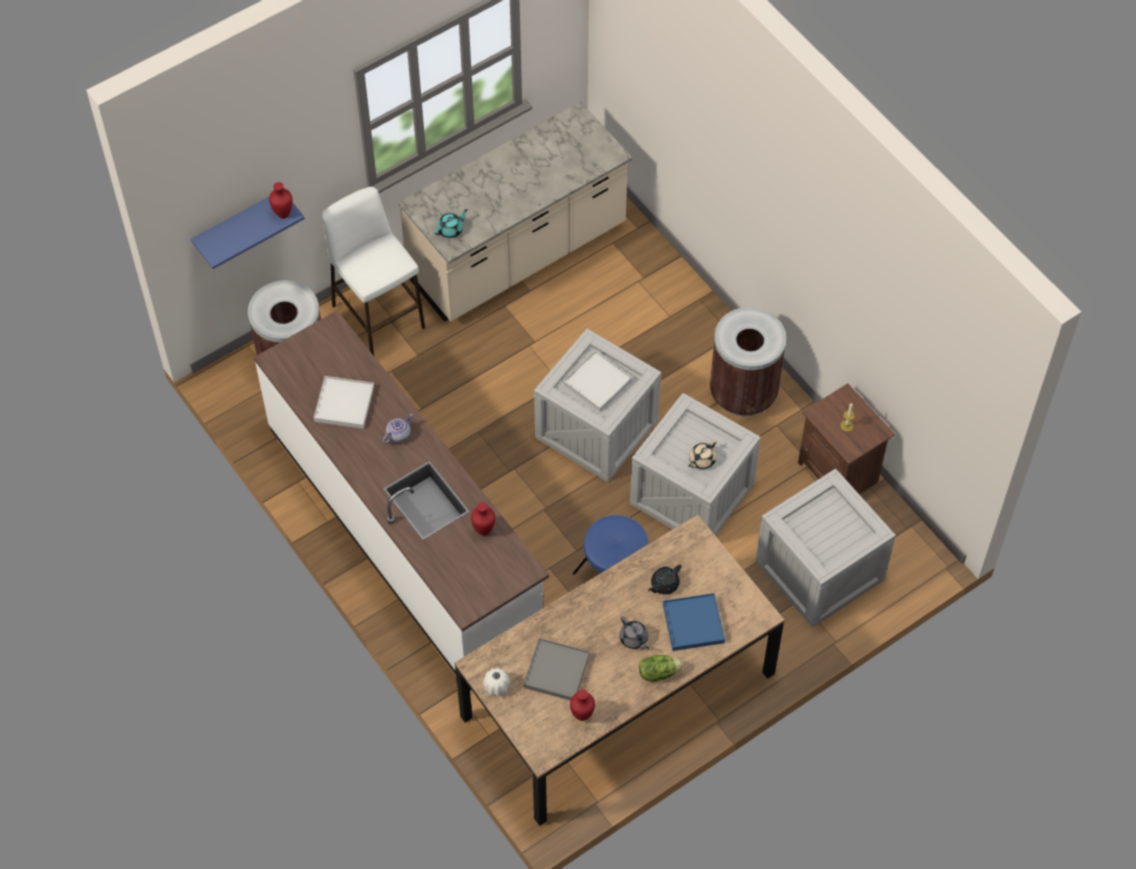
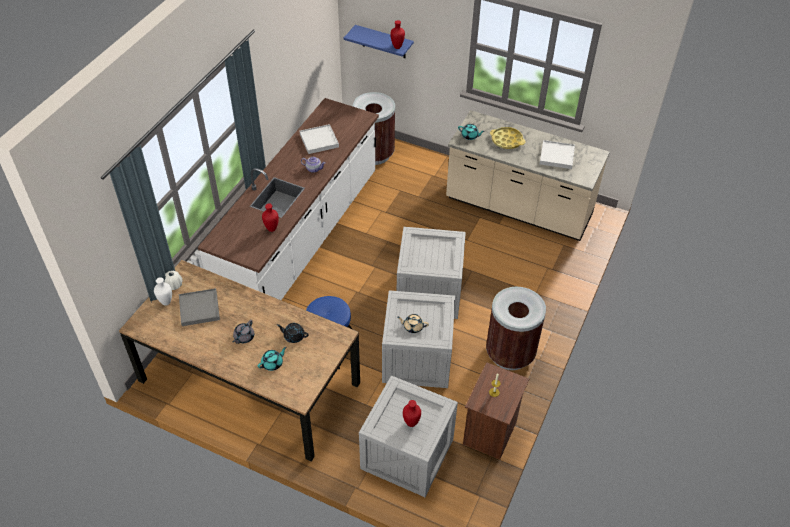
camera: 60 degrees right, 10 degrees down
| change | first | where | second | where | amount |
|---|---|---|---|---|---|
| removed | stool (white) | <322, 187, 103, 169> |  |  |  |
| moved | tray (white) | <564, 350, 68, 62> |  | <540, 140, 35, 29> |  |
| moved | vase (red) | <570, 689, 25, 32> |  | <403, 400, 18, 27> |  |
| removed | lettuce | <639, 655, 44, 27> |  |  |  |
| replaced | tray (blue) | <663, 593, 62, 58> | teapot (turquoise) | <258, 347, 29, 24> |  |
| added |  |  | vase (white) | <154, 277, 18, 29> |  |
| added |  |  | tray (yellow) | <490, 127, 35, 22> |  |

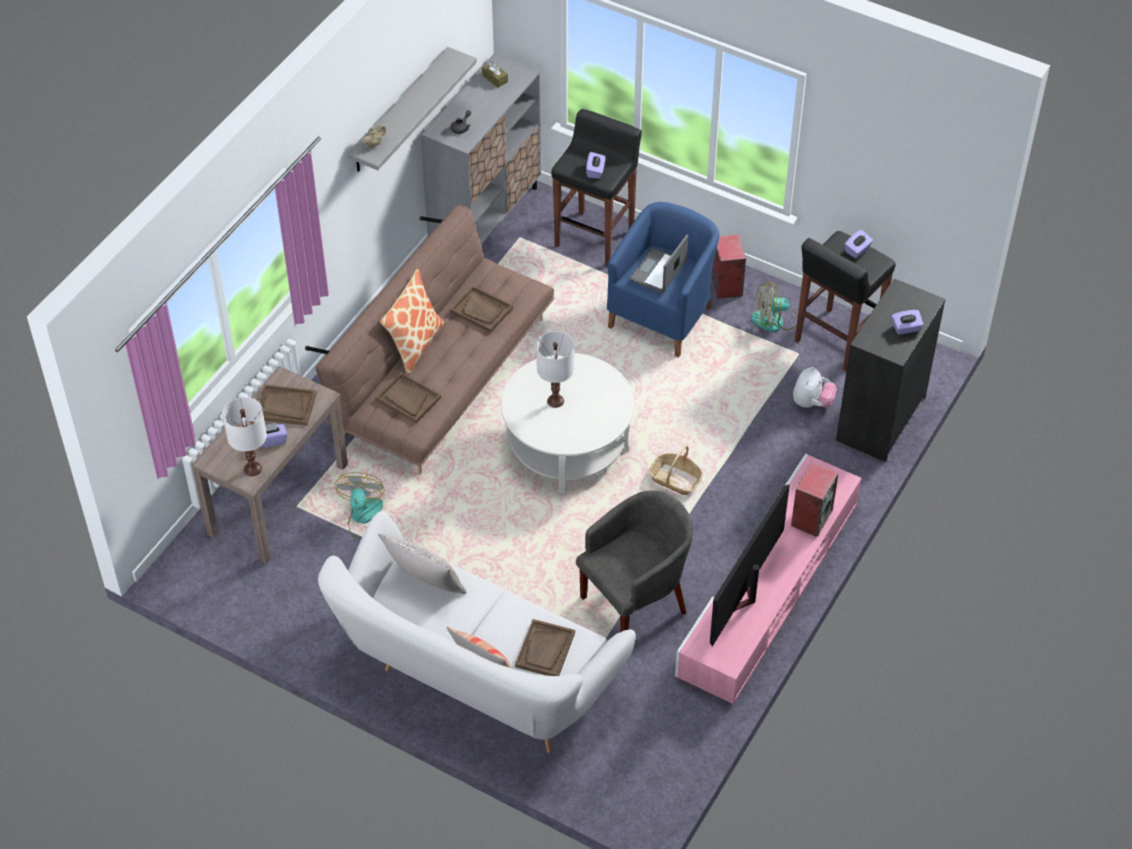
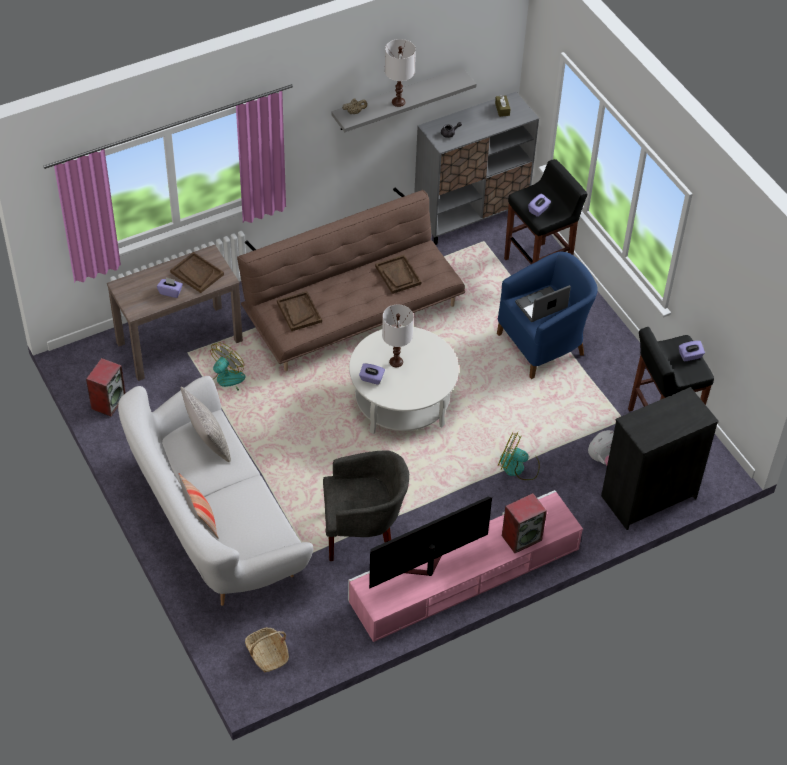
camera: 30 degrees right, 0 degrees up
| change | first | where | second | where | amount |
|---|---|---|---|---|---|
| moved | table lamp (white) | <223, 397, 44, 79> |  | <385, 39, 31, 68> |  |
| removed | pillow | <380, 269, 64, 106> |  |  |  |
| removed | tray (brown) | <515, 619, 60, 57> |  |  |  |
| moved | basket | <649, 445, 54, 50> |  | <245, 627, 44, 45> |  |
| moved | speaker | <711, 234, 35, 65> |  | <86, 358, 40, 58> |  |
| moved | fan | <751, 281, 47, 51> |  | <498, 432, 42, 48> |  |
| moved | tissue box (purple) | <892, 310, 32, 25> |  | <359, 363, 26, 22> |  |

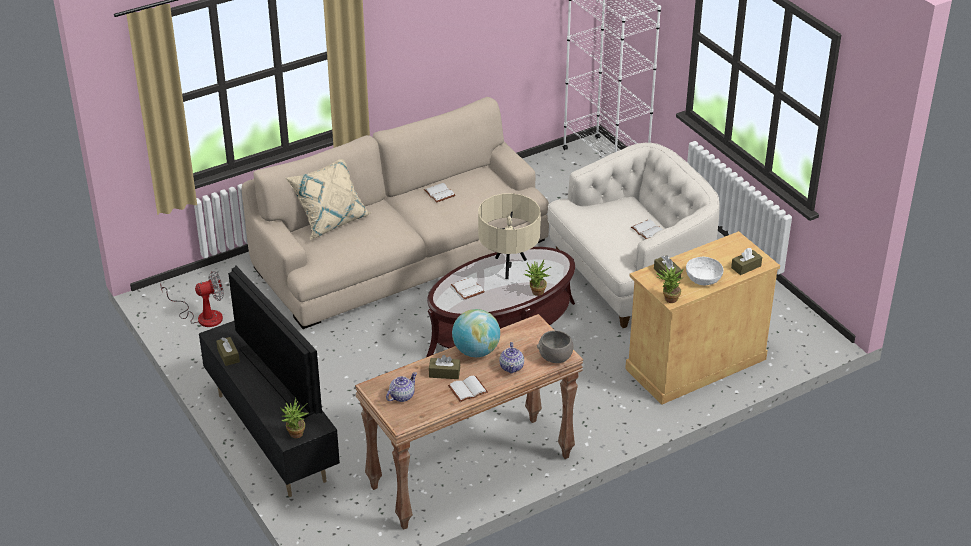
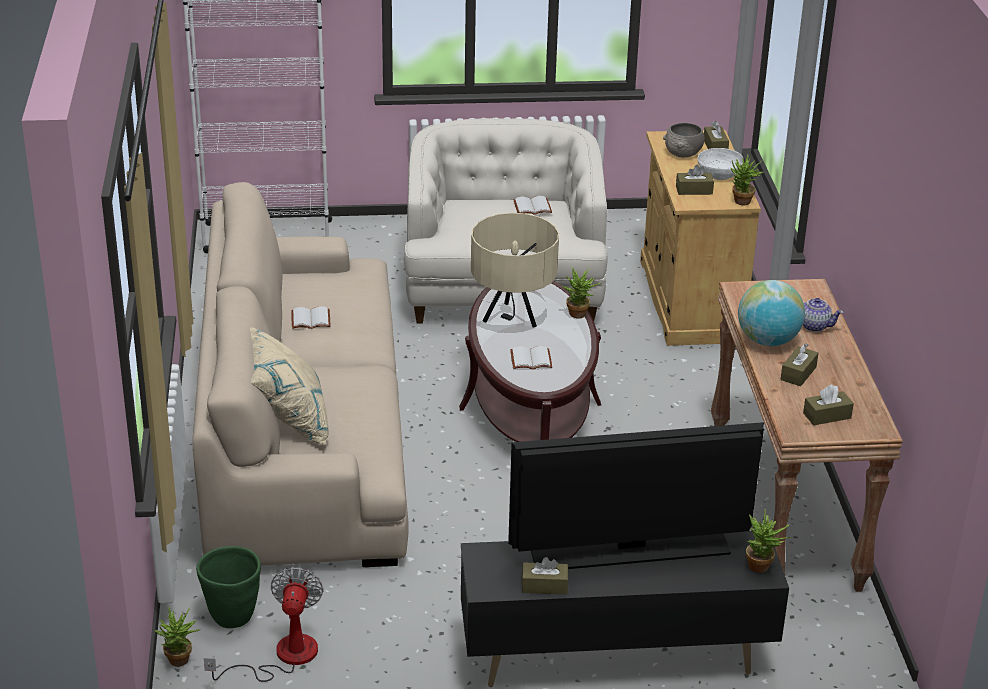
camera: 65 degrees left, 5 degrees down
| change | first | where | second | where | amount |
|---|---|---|---|---|---|
| replaced | teapot | <386, 372, 31, 30> | tissue box (brown) | <803, 385, 51, 41> |  |
| removed | book (white) | <448, 376, 40, 26> |  |  |  |
| moved | bowl (grey) | <537, 330, 36, 33> |  | <663, 123, 42, 34> |  |
| added |  |  | potted plant | <154, 607, 46, 60> |  |
| added |  |  | planter (green) | <196, 546, 65, 82> |  |

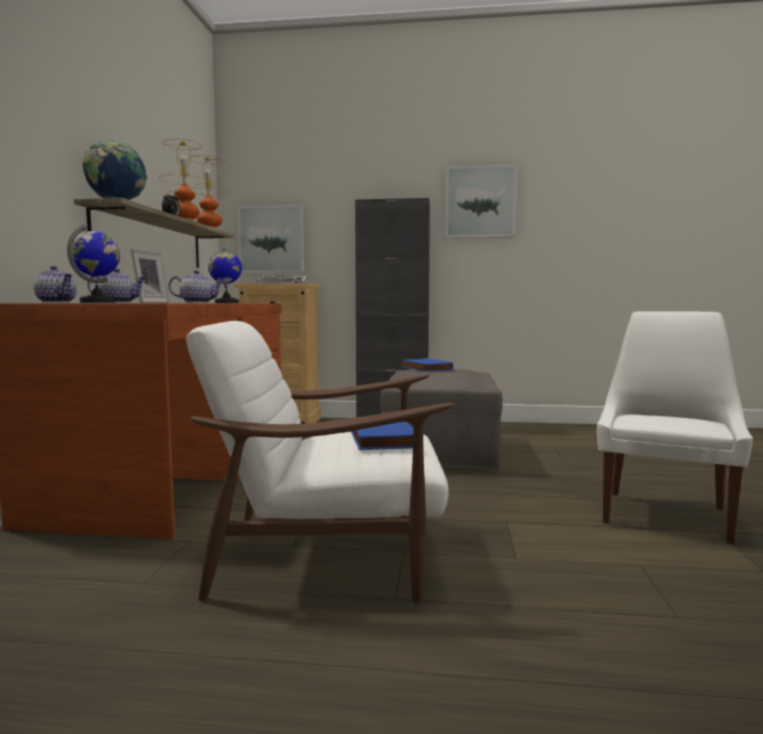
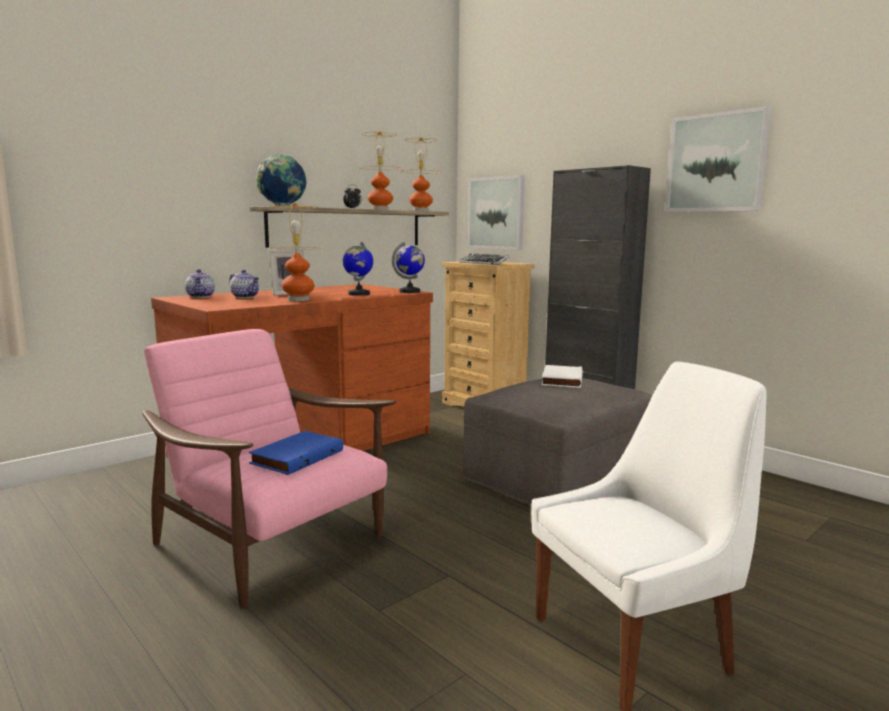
camera: 40 degrees right, 5 degrees up
| change | first | where | second | where | amount |
|---|---|---|---|---|---|
| moved | globe | <67, 224, 53, 79> |  | <392, 242, 33, 51> |  |
| replaced | teapot | <169, 270, 55, 33> | table lamp | <268, 203, 56, 98> |  |
| recoloured | armchair (white) | <186, 321, 268, 282> | armchair (pink) | <142, 329, 255, 279> |  |
| recoloured | book (blue) | <401, 358, 52, 14> | book (white) | <541, 365, 42, 23> |  |

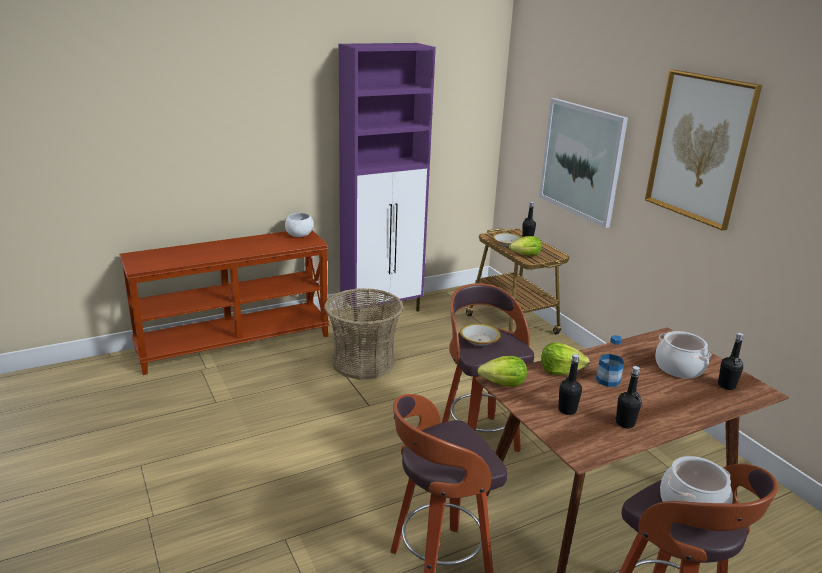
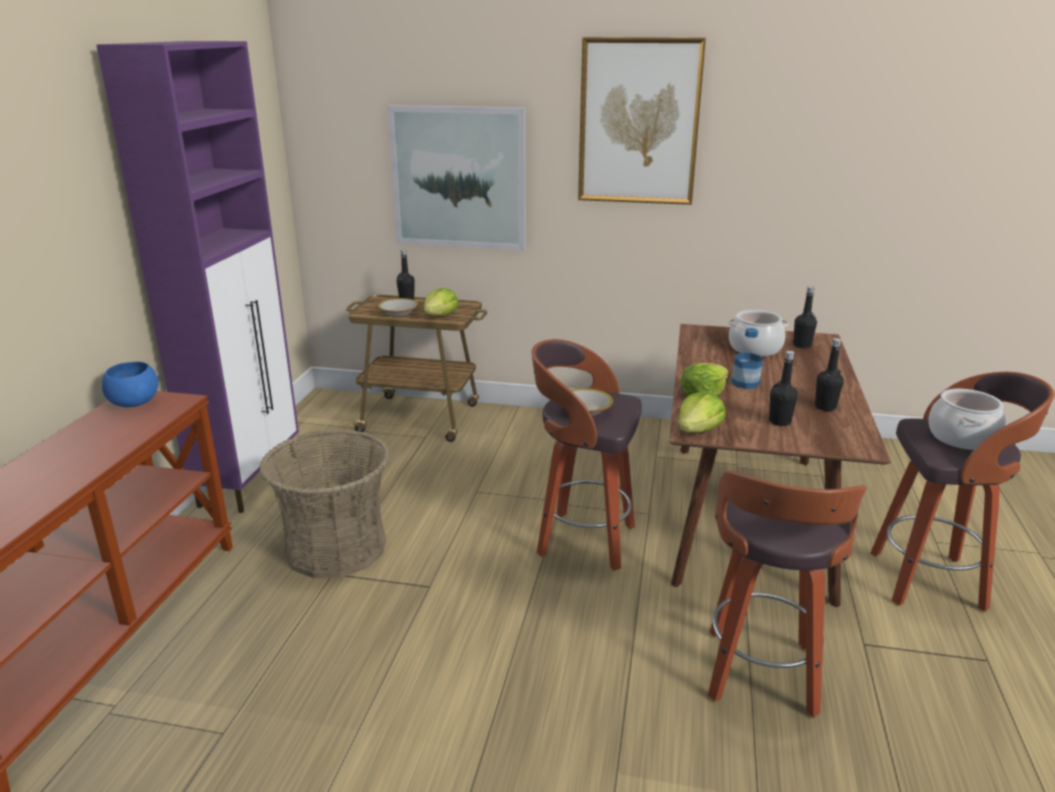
camera: 50 degrees left, 0 degrees up
| change | first | where | second | where | amount |
|---|---|---|---|---|---|
| recoloured | bowl (white) | <285, 213, 29, 24> | bowl (blue) | <102, 362, 57, 45> |  |

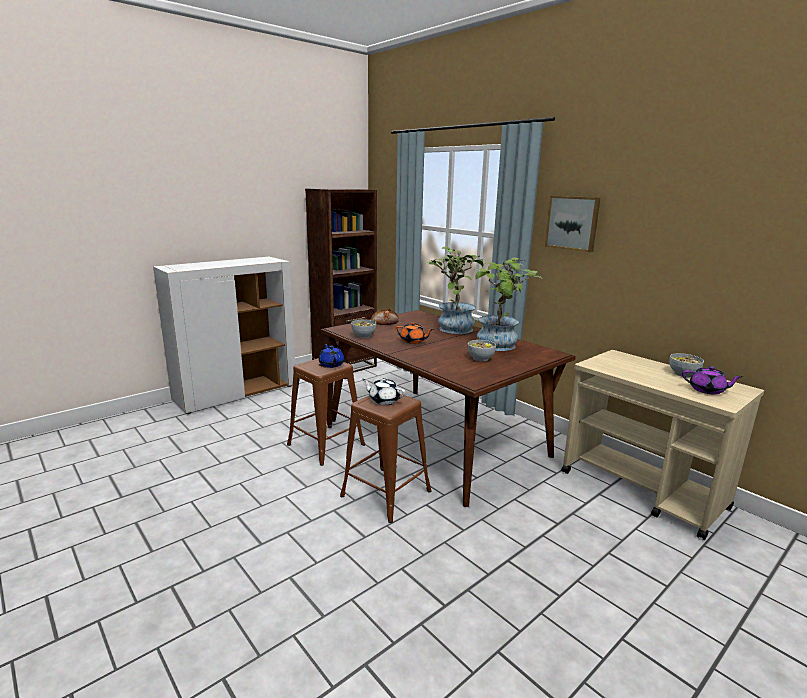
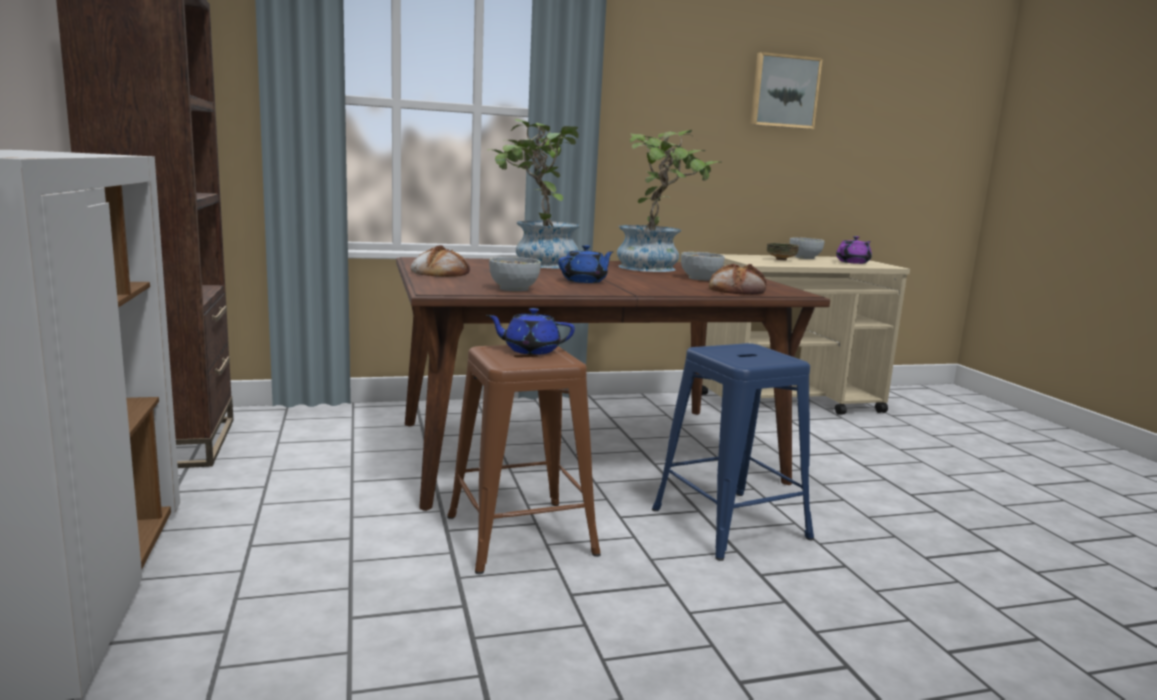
camera: 65 degrees left, 5 degrees down
| change | first | where | second | where | amount |
|---|---|---|---|---|---|
| recoloured | stool (brown) | <340, 394, 92, 129> | stool (blue) | <652, 343, 162, 218> |  |
| removed | teapot (white) | <362, 378, 43, 27> |  |  |  |
| recoloured | teapot (orange) | <395, 322, 39, 22> | teapot (blue) | <558, 245, 56, 38> |  |
| moved | picture | <545, 196, 55, 56> |  | <750, 52, 73, 77> |  |
| added |  |  | bread | <709, 264, 58, 31> |  |
| added |  |  | bowl | <767, 243, 32, 17> |  |

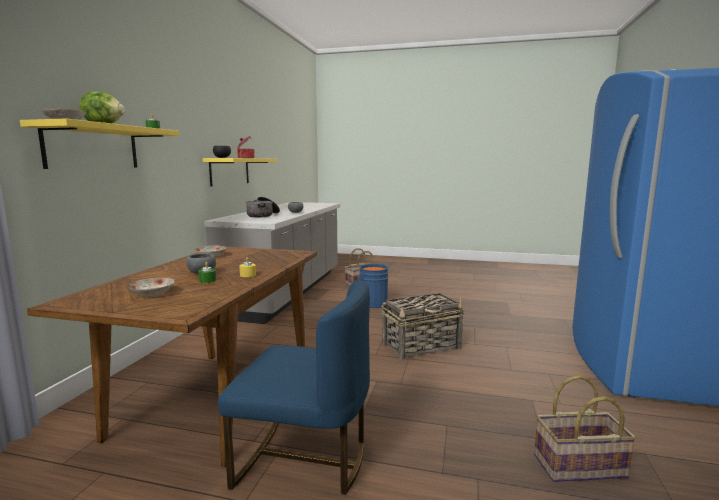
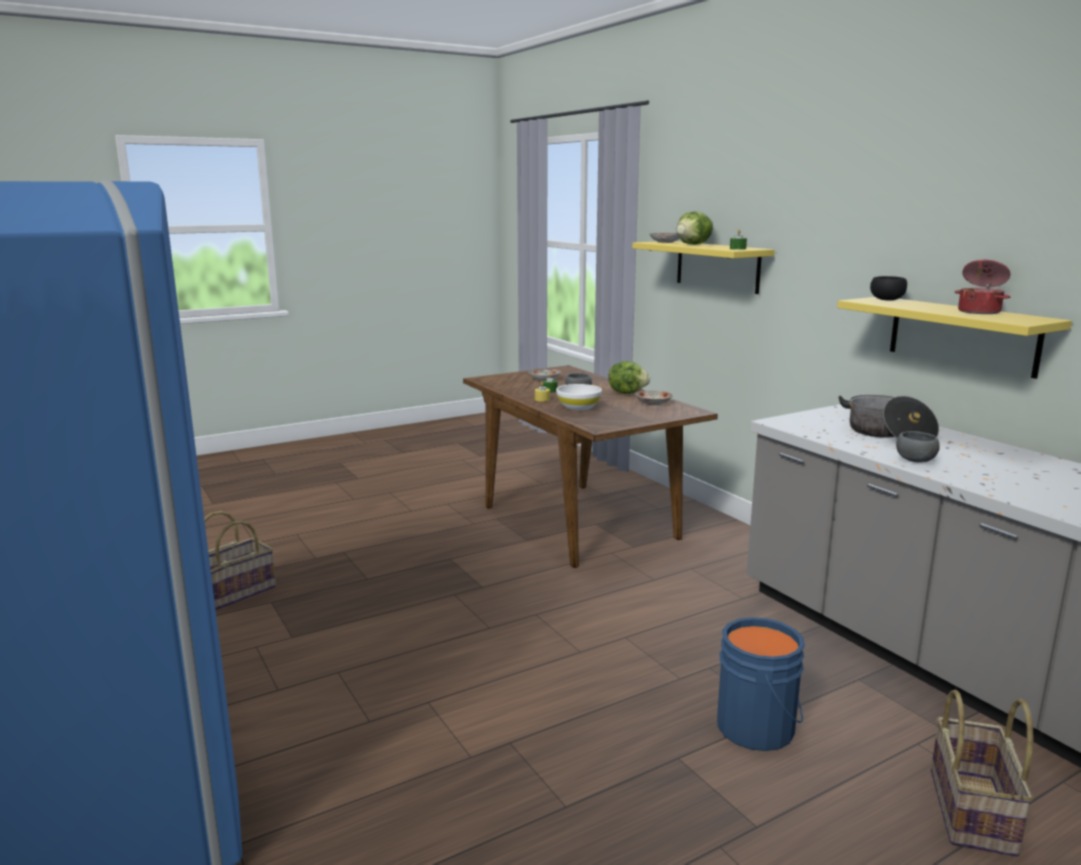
camera: 135 degrees right, 5 degrees up
| change | first | where | second | where | amount |
|---|---|---|---|---|---|
| removed | chair (blue) | <218, 281, 152, 214> |  |  |  |
| removed | basket | <381, 293, 83, 67> |  |  |  |
| added |  |  | bowl (white) | <556, 384, 46, 27> |  |
| added |  |  | lettuce | <608, 361, 42, 33> |  |

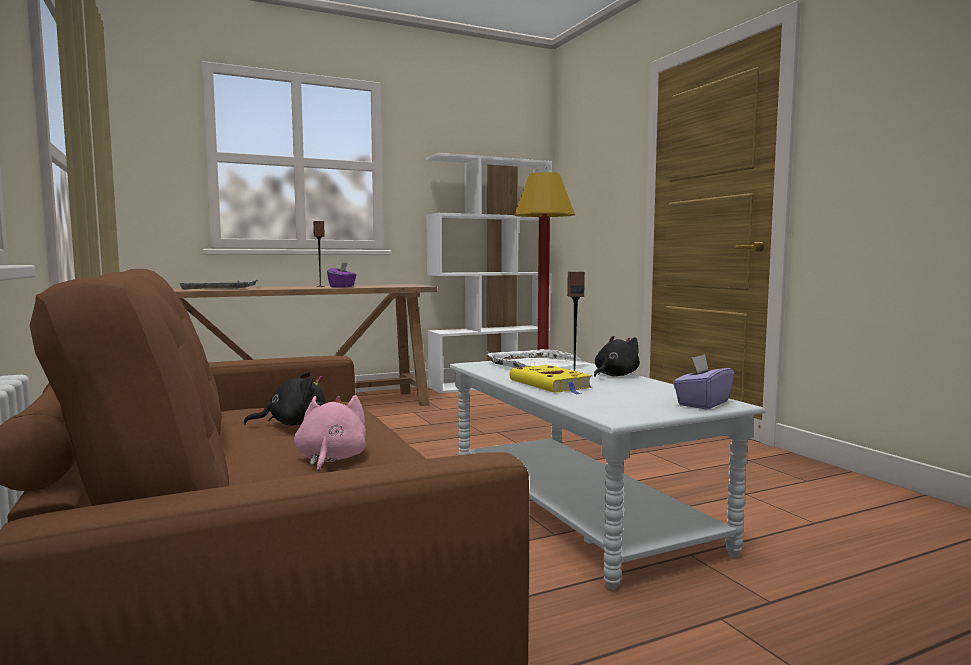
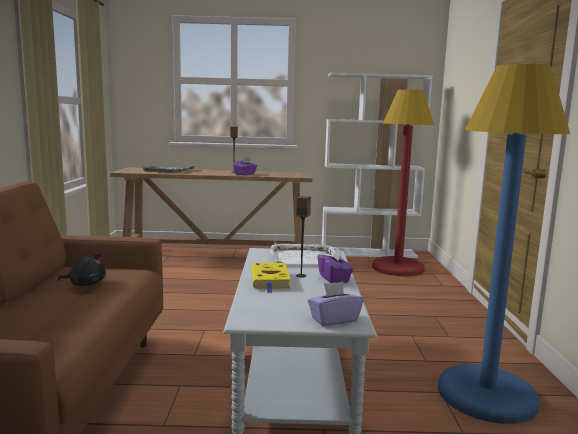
camera: 25 degrees right, 5 degrees up
| change | first | where | second | where | amount |
|---|---|---|---|---|---|
| removed | plush toy (pink) | <294, 395, 72, 78> |  |  |  |
| replaced | plush toy (black) | <594, 336, 46, 41> | tissue box (purple) | <318, 248, 35, 35> |  |
| added |  |  | floor lamp (blue) | <438, 64, 132, 360> |  |

